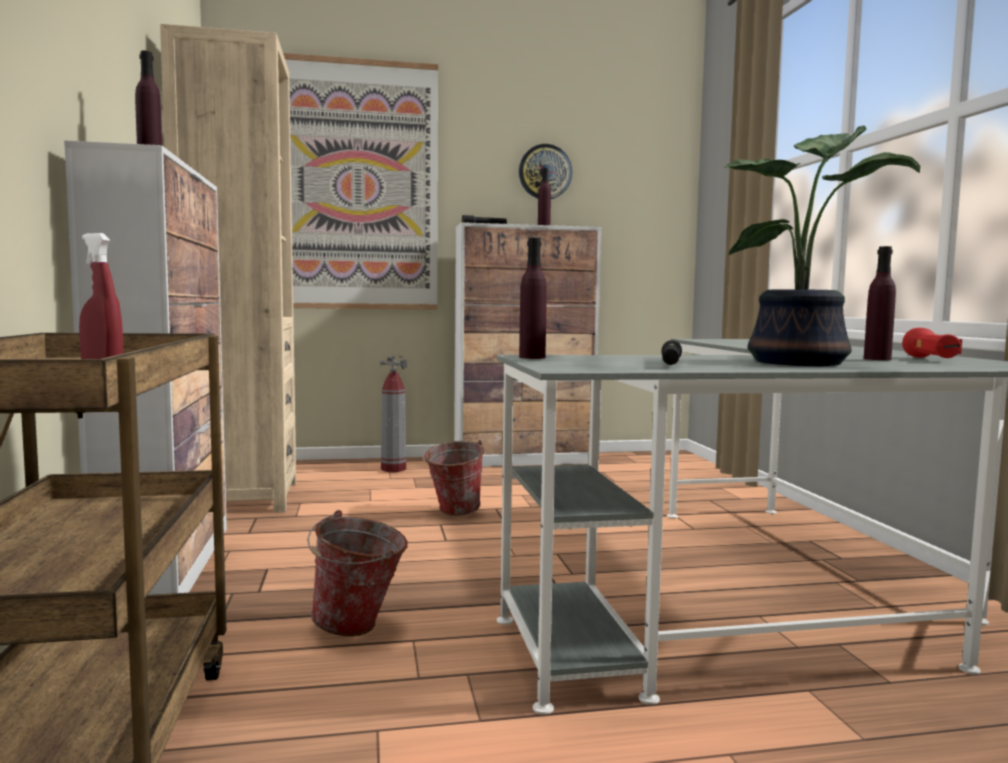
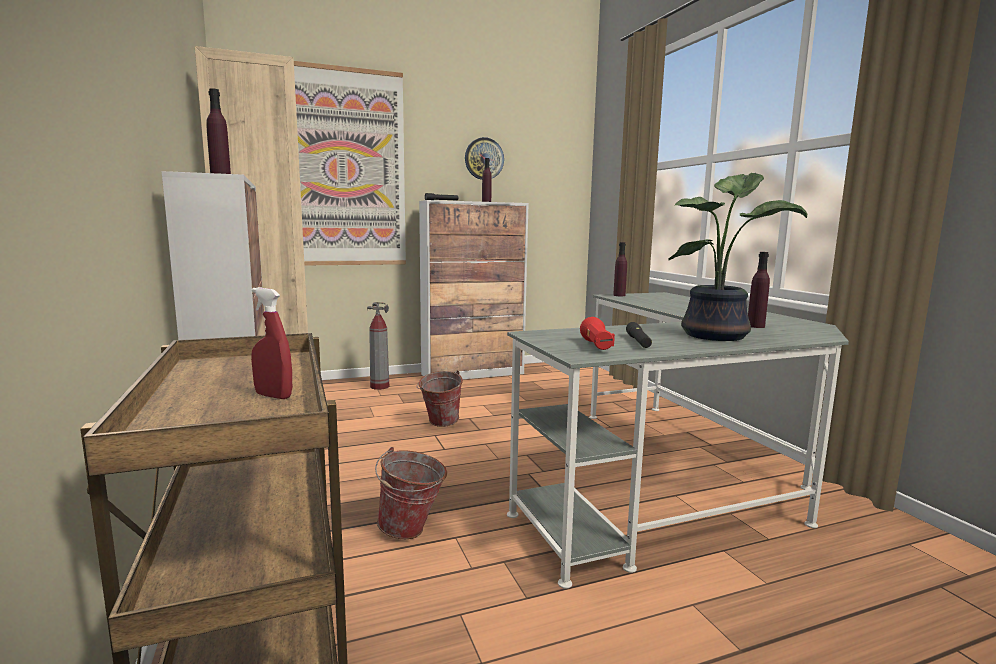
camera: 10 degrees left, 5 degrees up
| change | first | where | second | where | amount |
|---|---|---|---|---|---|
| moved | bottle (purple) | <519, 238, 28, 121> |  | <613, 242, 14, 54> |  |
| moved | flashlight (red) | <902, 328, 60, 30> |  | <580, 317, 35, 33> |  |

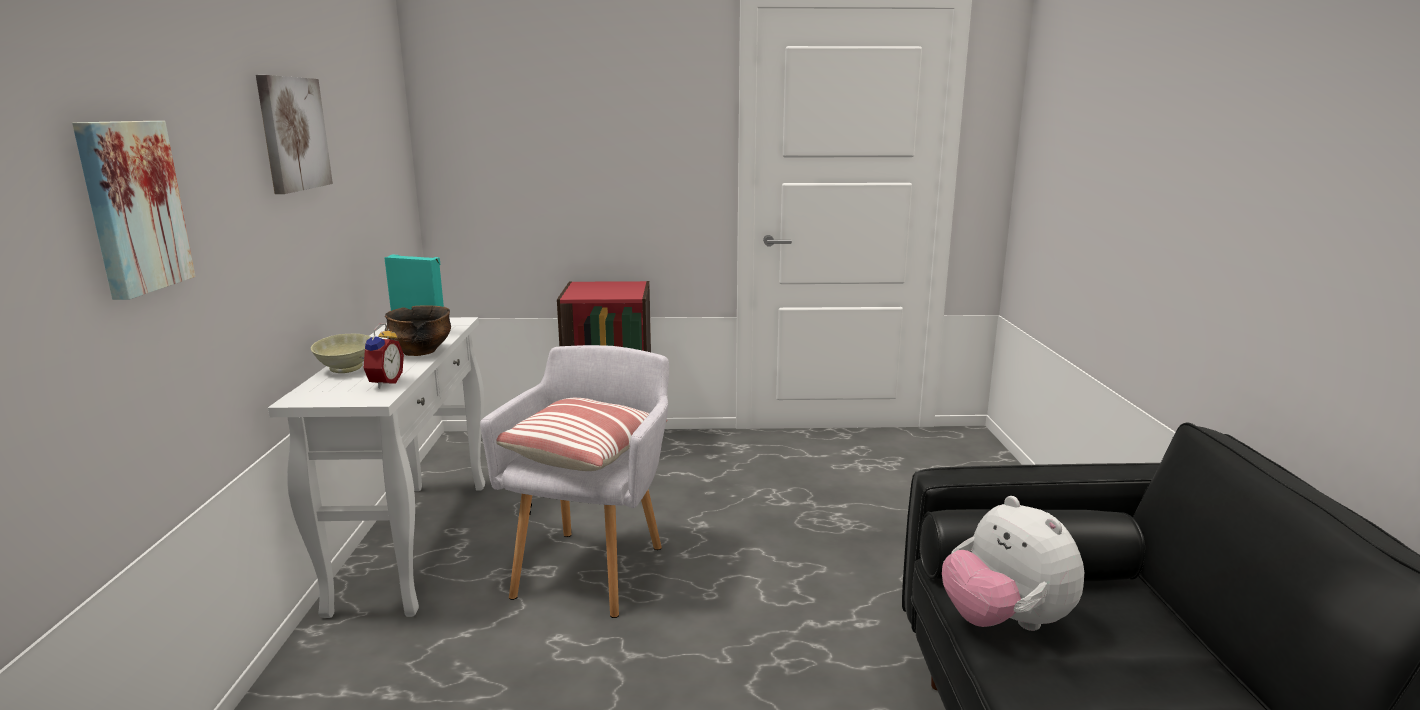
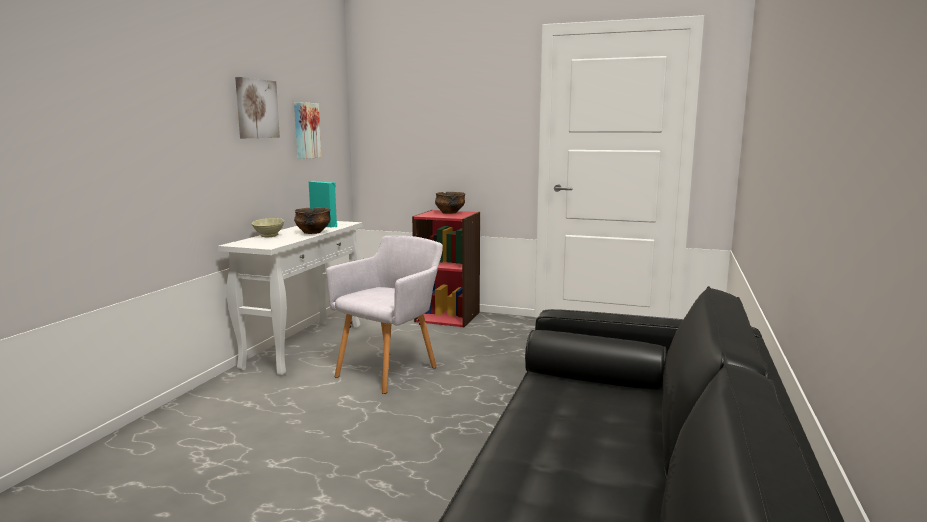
camera: 20 degrees right, 5 degrees down
| change | first | where | second | where | amount |
|---|---|---|---|---|---|
| moved | picture | <72, 121, 124, 179> |  | <294, 102, 28, 57> |  |
| removed | alarm clock | <361, 323, 43, 65> |  |  |  |
| removed | pillow | <496, 398, 172, 73> |  |  |  |
| removed | plush toy | <942, 496, 142, 135> |  |  |  |
| added |  |  | bowl | <435, 192, 30, 22> |  |

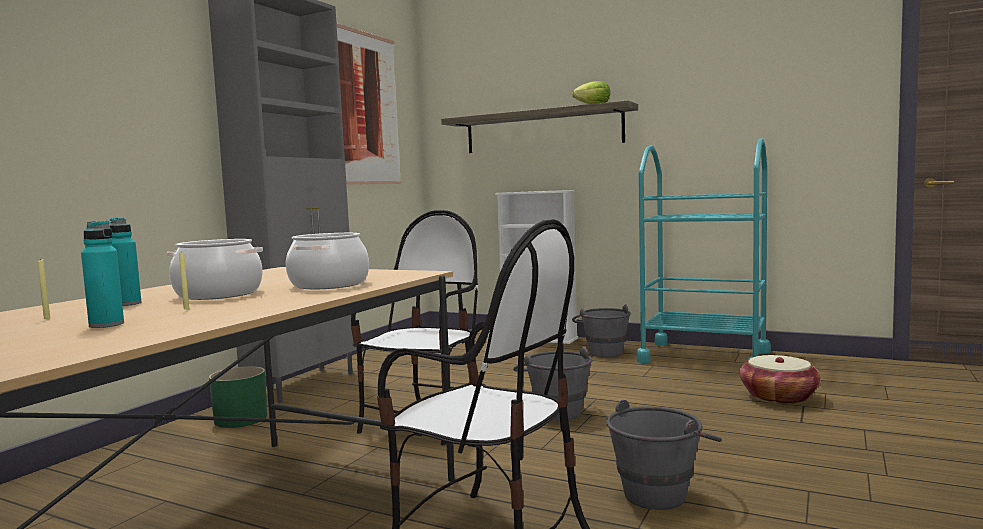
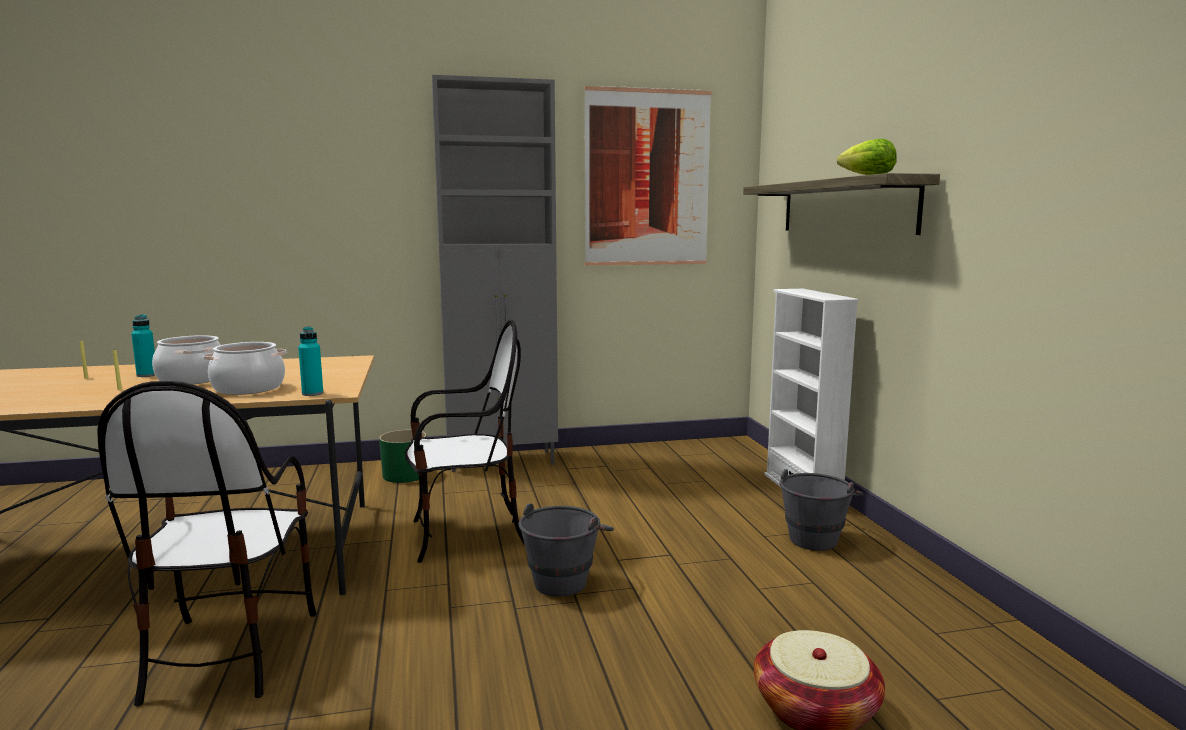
camera: 50 degrees right, 5 degrees up
| change | first | where | second | where | amount |
|---|---|---|---|---|---|
| moved | bottle (turquoise) | <81, 221, 43, 107> |  | <298, 327, 25, 69> |  |
| removed | bucket (grey) | <606, 400, 116, 110> |  |  |  |
| removed | cart (turquoise) | <637, 138, 134, 225> |  |  |  |

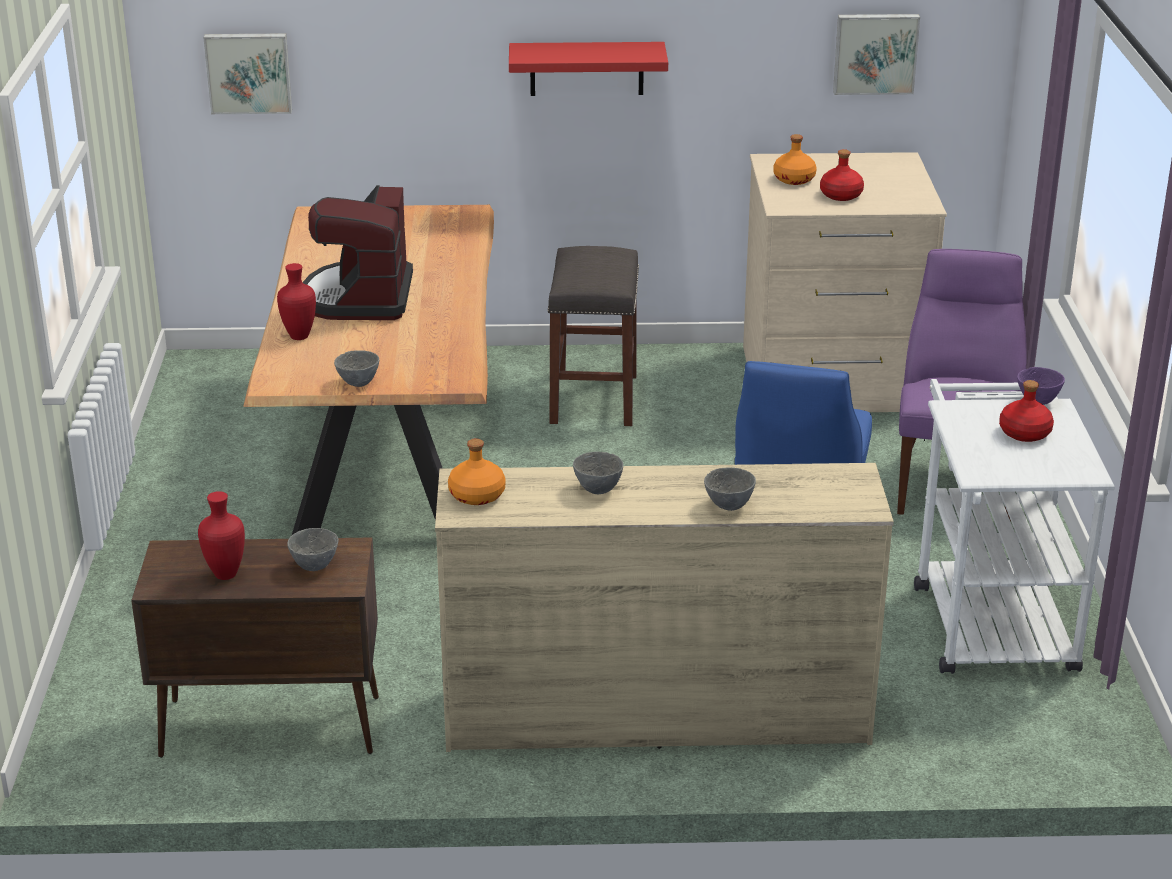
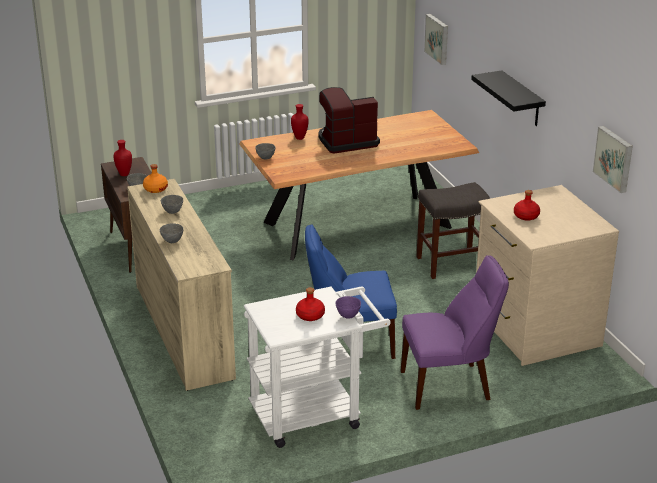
camera: 70 degrees right, 0 degrees up
| change | first | where | second | where | amount |
|---|---|---|---|---|---|
| recoloured | shelf (red) | <509, 42, 159, 54> | shelf (black) | <471, 70, 75, 56> |  |
| removed | bottle (orange) | <773, 134, 44, 51> |  |  |  |

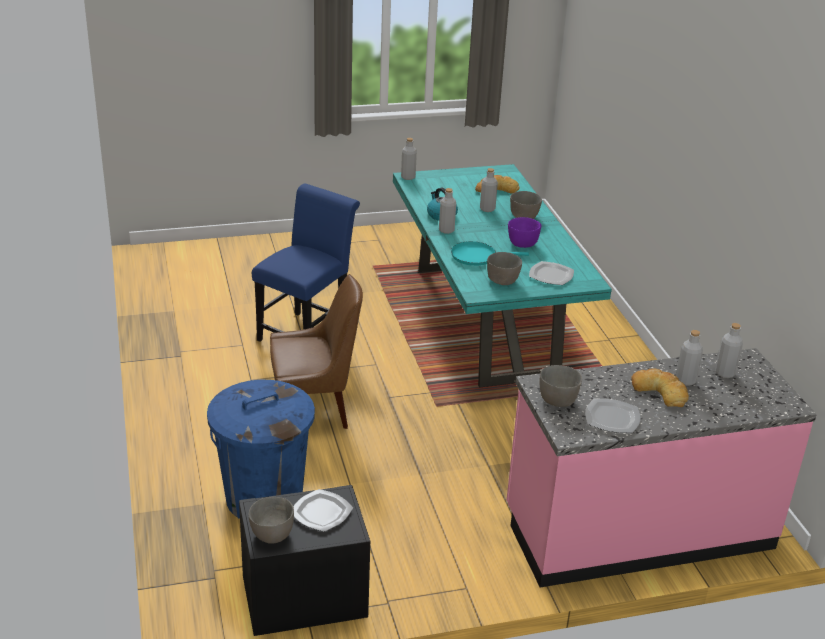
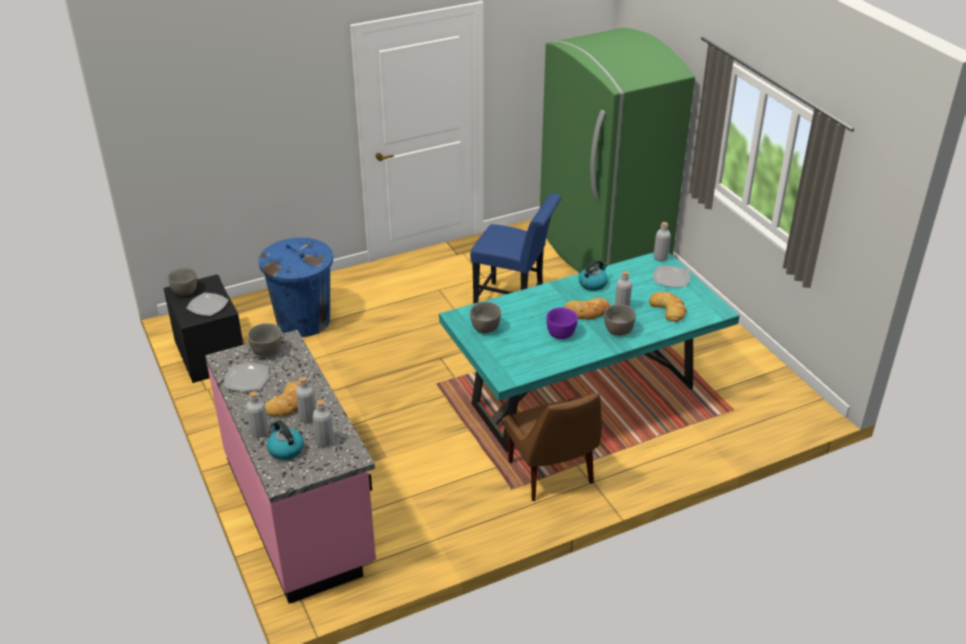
camera: 80 degrees right, 5 degrees up
| change | first | where | second | where | amount |
|---|---|---|---|---|---|
| moved | chair (brown) | <270, 274, 93, 155> |  | <504, 393, 98, 108> |  |
| moved | bottle (grey) | <439, 188, 17, 46> |  | <246, 391, 23, 47> |  |
| removed | frying pan (turquoise) | <451, 241, 78, 25> |  |  |  |
| moved | plate | <529, 261, 45, 24> |  | <653, 266, 37, 21> |  |
| added |  |  | kettle | <267, 421, 37, 39> |  |
| added |  |  | fridge (green) | <540, 28, 155, 245> |  |
| added |  |  | bread | <564, 298, 46, 22> |  |

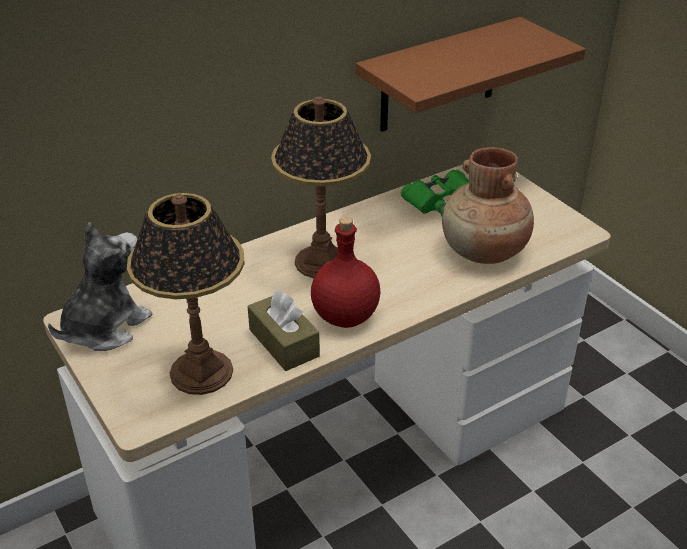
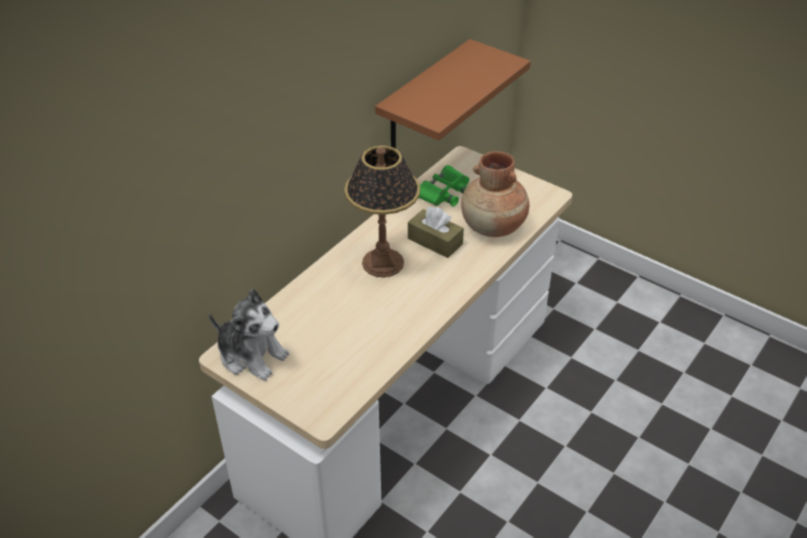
camera: 20 degrees left, 5 degrees up
| change | first | where | second | where | amount |
|---|---|---|---|---|---|
| turned | plush toy | <48, 222, 104, 129> |  | <209, 289, 80, 92> | 105 degrees clockwise |
| removed | table lamp | <127, 193, 118, 202> |  |  |  |
| moved | tissue box (brown) | <248, 290, 72, 81> |  | <408, 207, 56, 51> |  |
| removed | bottle (red) | <311, 217, 70, 111> |  |  |  |

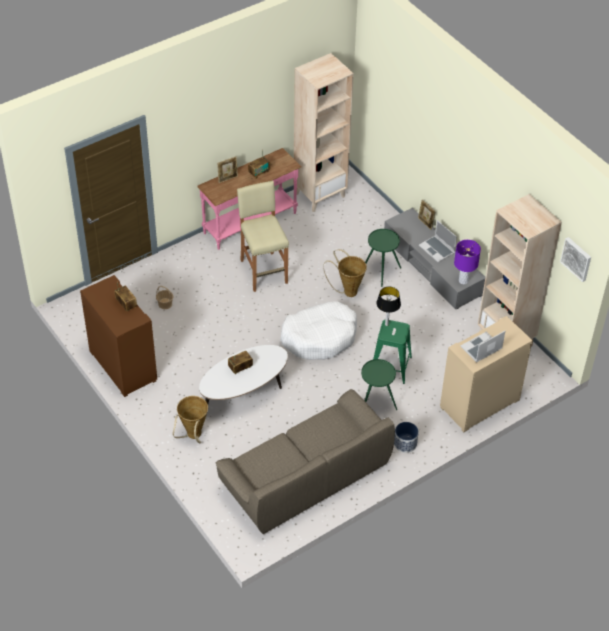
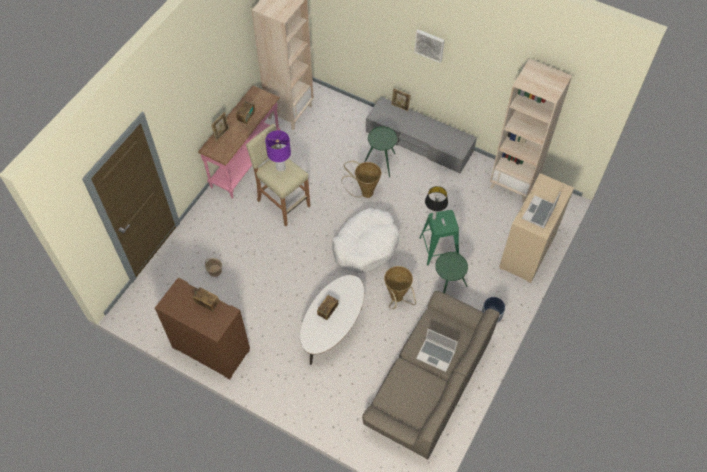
camera: 25 degrees left, 10 degrees up
| change | first | where | second | where | amount |
|---|---|---|---|---|---|
| moved | basket | <173, 396, 35, 48> |  | <384, 266, 32, 43> |  |
| moved | laptop | <419, 220, 38, 42> |  | <416, 329, 42, 43> |  |
| moved | table lamp (purple) | <454, 240, 27, 44> |  | <265, 130, 26, 41> |  |
| moved | picture | <560, 237, 31, 45> |  | <414, 29, 30, 34> |  |

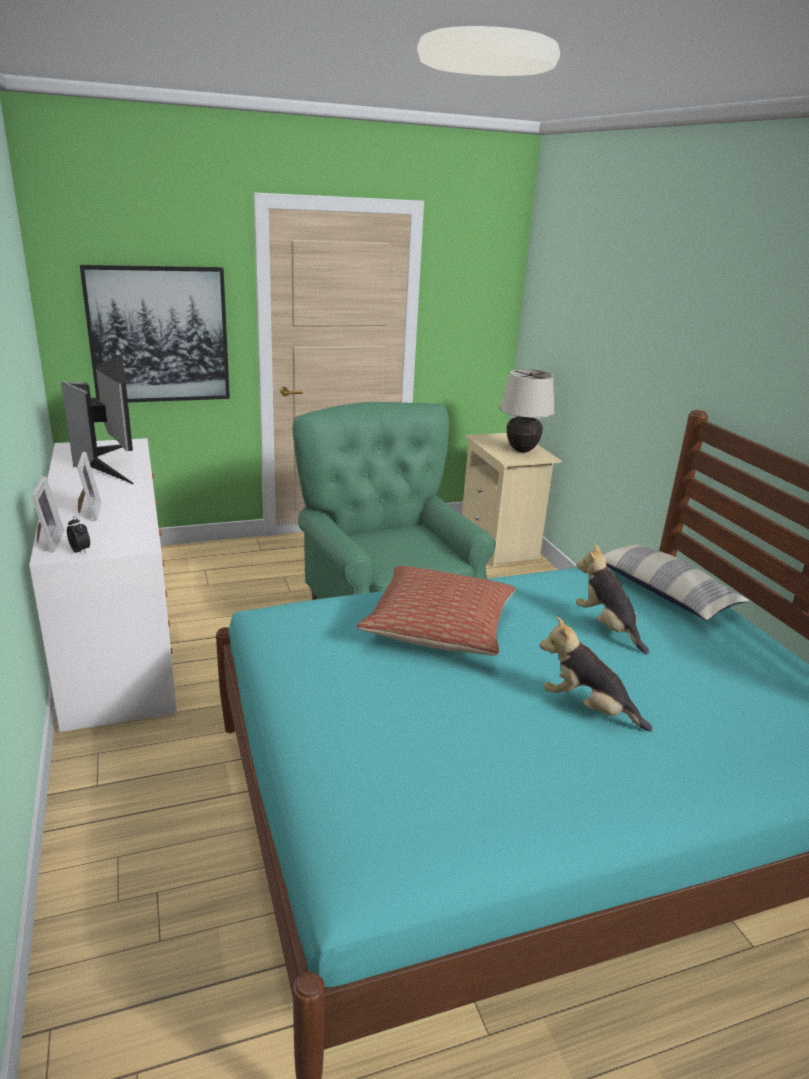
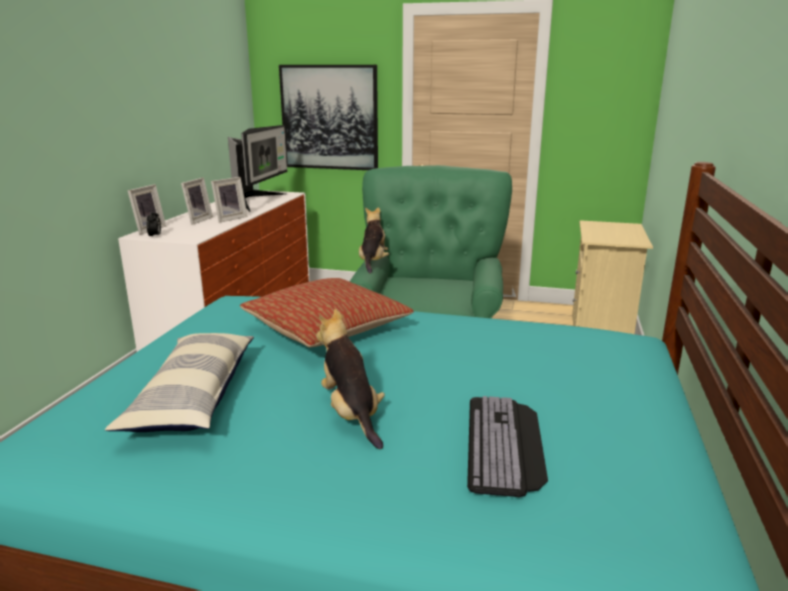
camera: 35 degrees right, 5 degrees down
| change | first | where | second | where | amount |
|---|---|---|---|---|---|
| removed | table lamp (beige) | <499, 369, 56, 84> |  |  |  |
| moved | plush toy | <576, 544, 73, 110> |  | <359, 207, 30, 67> |  |
| moved | pillow | <603, 543, 147, 77> |  | <105, 333, 149, 99> |  |
| added |  |  | picture frame | <211, 177, 37, 46> |  |
| added |  |  | keyboard | <467, 396, 81, 101> |  |

